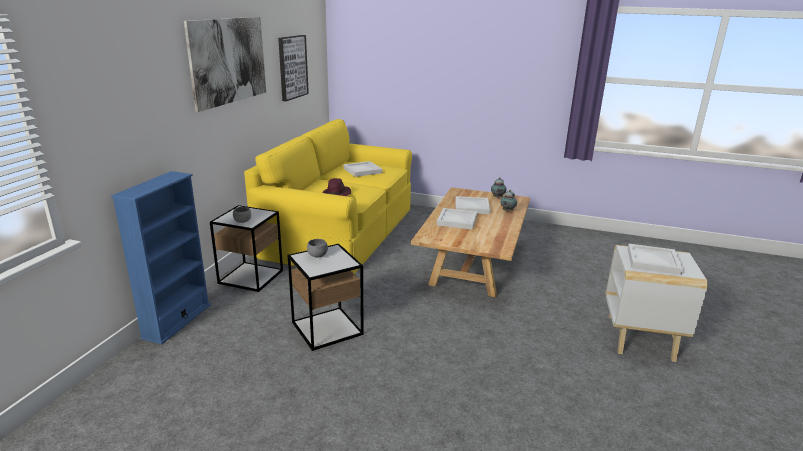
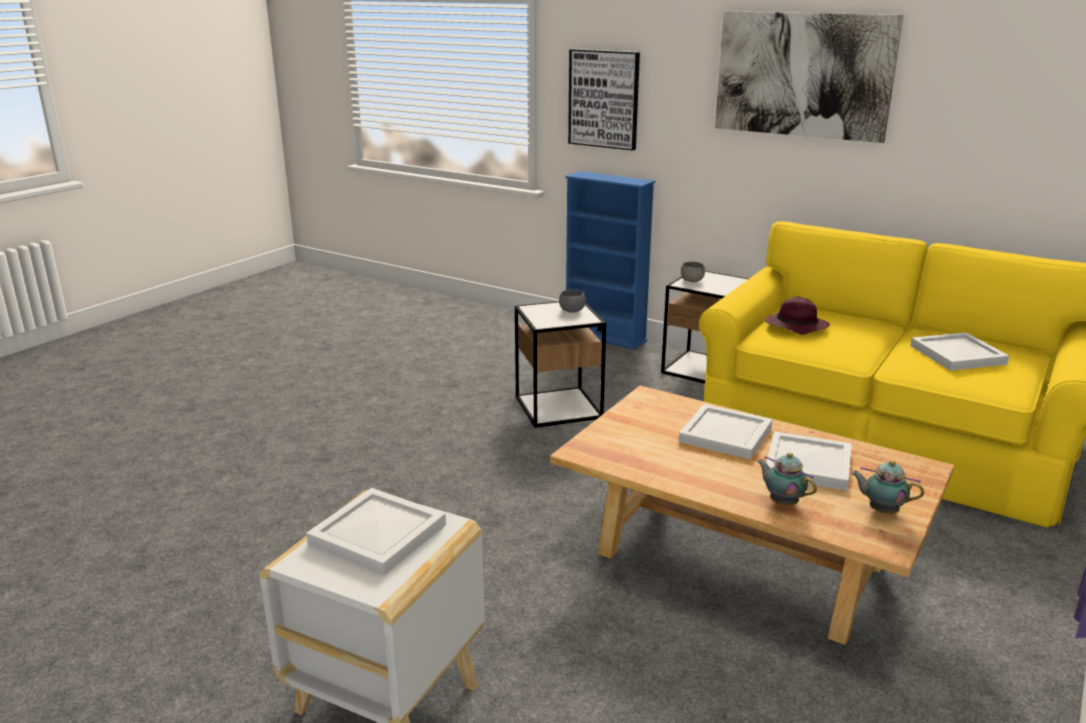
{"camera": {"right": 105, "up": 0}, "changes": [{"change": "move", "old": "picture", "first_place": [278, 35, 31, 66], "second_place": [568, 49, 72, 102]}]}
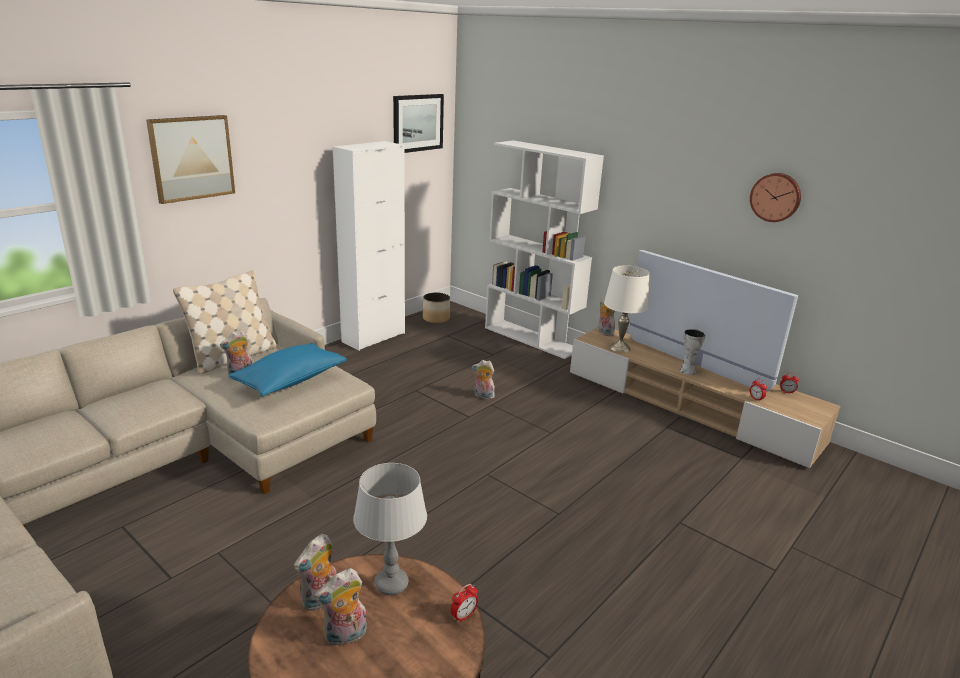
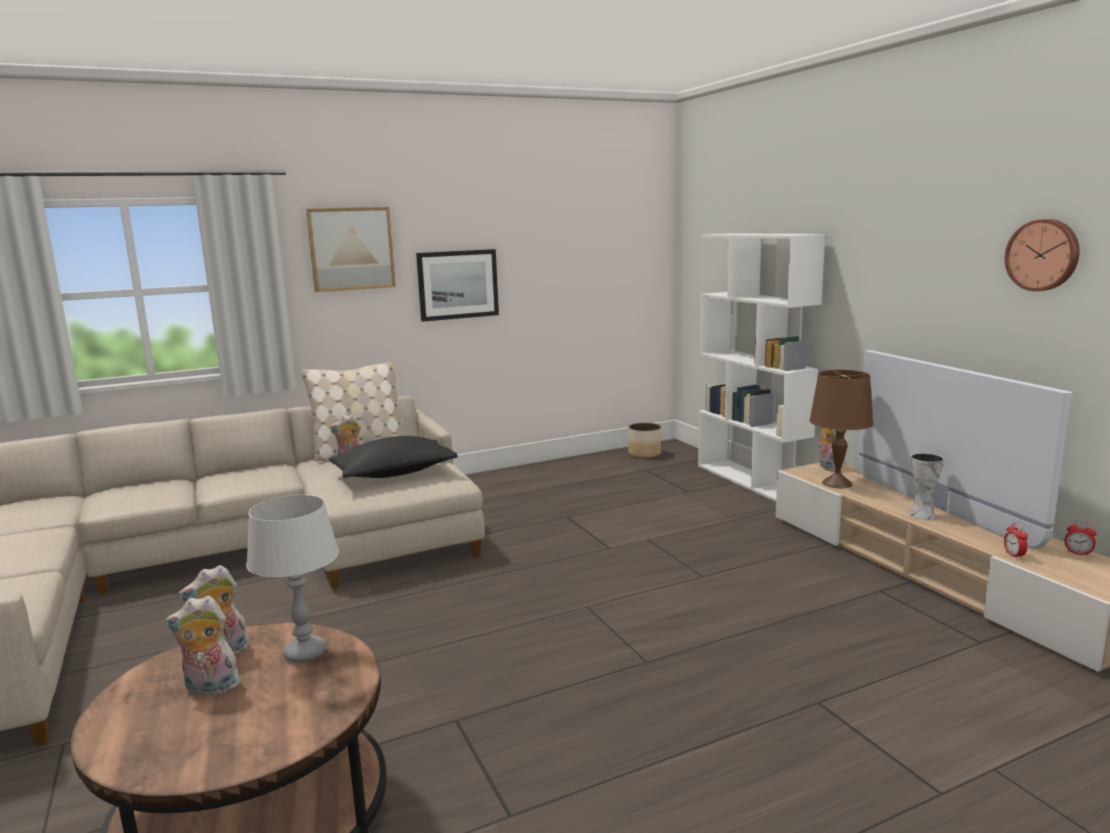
{"camera": {"right": 25, "up": -10}, "changes": [{"change": "recolor", "old": "blue pillow", "new": "black pillow", "first_place": [229, 343, 118, 53], "second_place": [329, 436, 129, 42]}, {"change": "move", "old": "picture", "first_place": [393, 94, 51, 59], "second_place": [416, 249, 83, 73]}, {"change": "recolor", "old": "white table lamp", "new": "brown table lamp", "first_place": [604, 265, 45, 88], "second_place": [809, 370, 64, 118]}, {"change": "delete", "old": "white cabinet", "first_place": [333, 141, 72, 210]}, {"change": "delete", "old": "alarm clock", "first_place": [451, 584, 27, 39]}, {"change": "delete", "old": "plush toy", "first_place": [472, 360, 24, 39]}]}
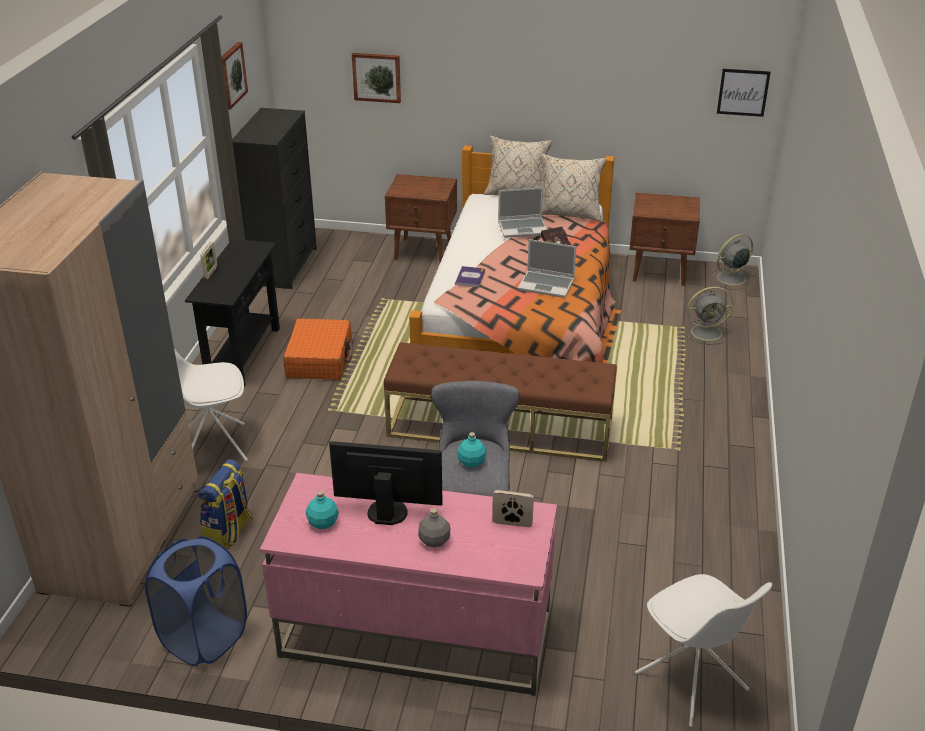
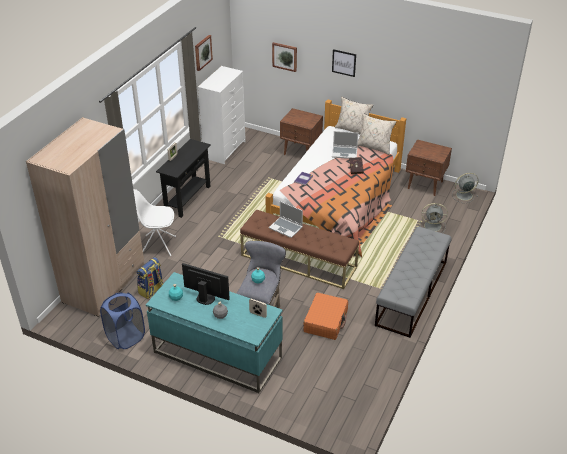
{"camera": {"right": 15, "up": 5}, "changes": [{"change": "recolor", "old": "pink desk", "new": "turquoise desk", "first_place": [260, 473, 297, 223], "second_place": [146, 272, 137, 121]}, {"change": "recolor", "old": "black dresser", "new": "white dresser", "first_place": [232, 108, 85, 181], "second_place": [198, 66, 48, 98]}, {"change": "move", "old": "laptop", "first_place": [518, 239, 58, 59], "second_place": [269, 201, 34, 37]}, {"change": "move", "old": "orange suitcase", "first_place": [283, 318, 69, 62], "second_place": [303, 292, 45, 48]}, {"change": "move", "old": "picture", "first_place": [717, 69, 54, 48], "second_place": [332, 49, 24, 28]}, {"change": "insert", "new": "grey bench", "second_place": [375, 227, 76, 111]}, {"change": "delete", "old": "white chair", "first_place": [635, 574, 137, 153]}]}
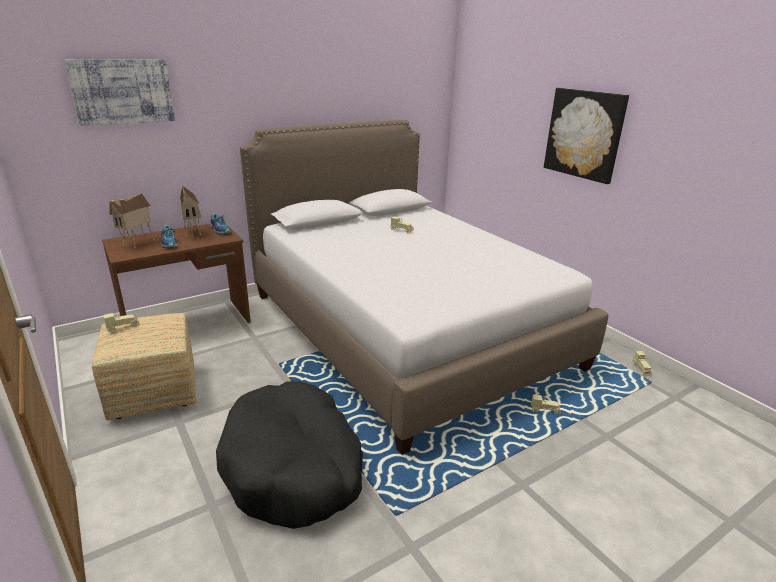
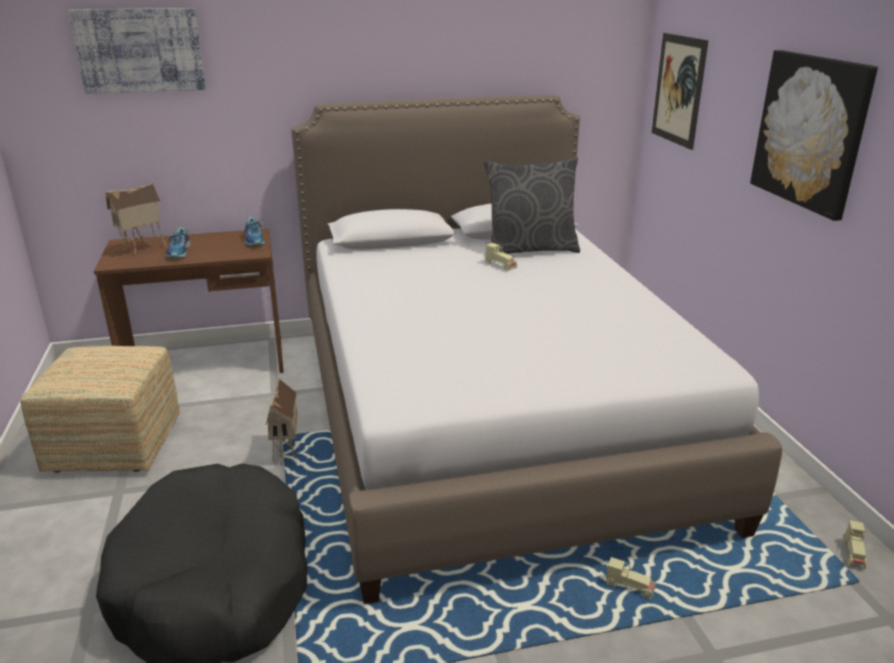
{"camera": {"right": 20, "up": 0}, "changes": [{"change": "move", "old": "toy house", "first_place": [180, 185, 22, 53], "second_place": [266, 378, 32, 87]}, {"change": "insert", "new": "grey pillow", "second_place": [484, 157, 96, 97]}, {"change": "insert", "new": "picture", "second_place": [652, 33, 57, 117]}, {"change": "delete", "old": "beige toy car", "first_place": [103, 313, 36, 19]}]}
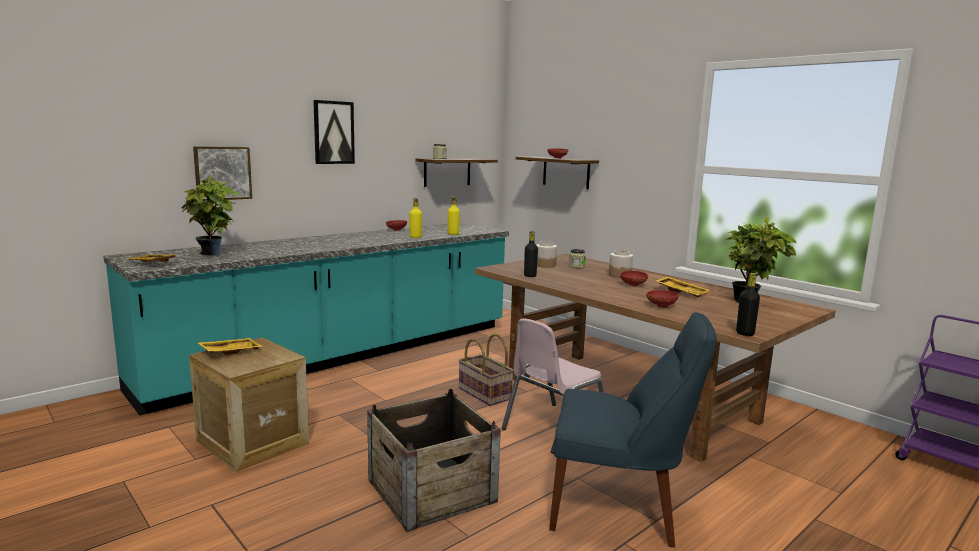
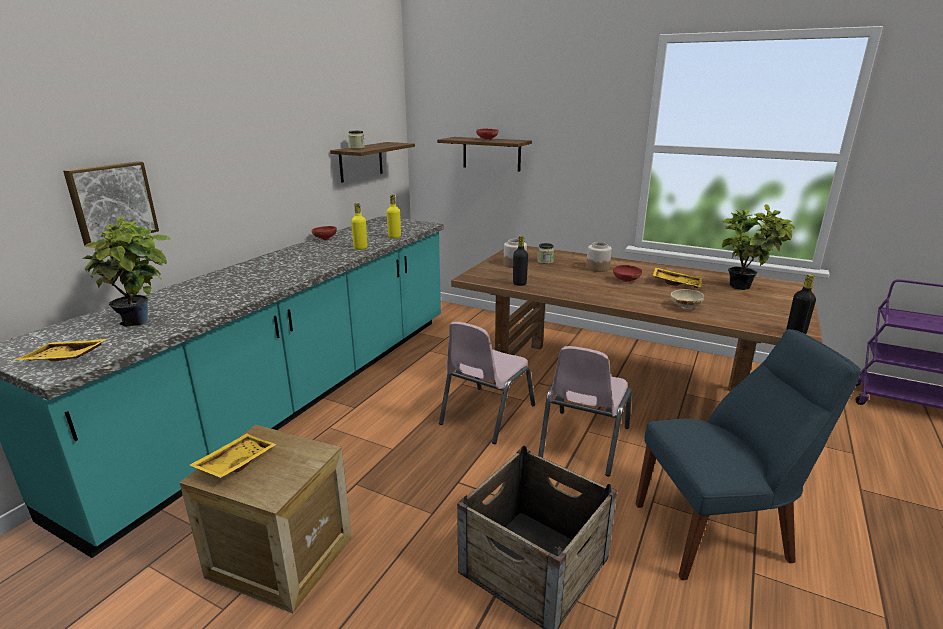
{"camera": {"right": -20, "up": 10}, "changes": [{"change": "replace", "old": "basket", "new": "pink chair", "first_place": [458, 334, 56, 72], "second_place": [439, 322, 96, 122]}, {"change": "recolor", "old": "red bowl", "new": "beige bowl", "first_place": [646, 290, 33, 18], "second_place": [670, 289, 34, 20]}, {"change": "delete", "old": "picture", "first_place": [313, 100, 42, 64]}]}
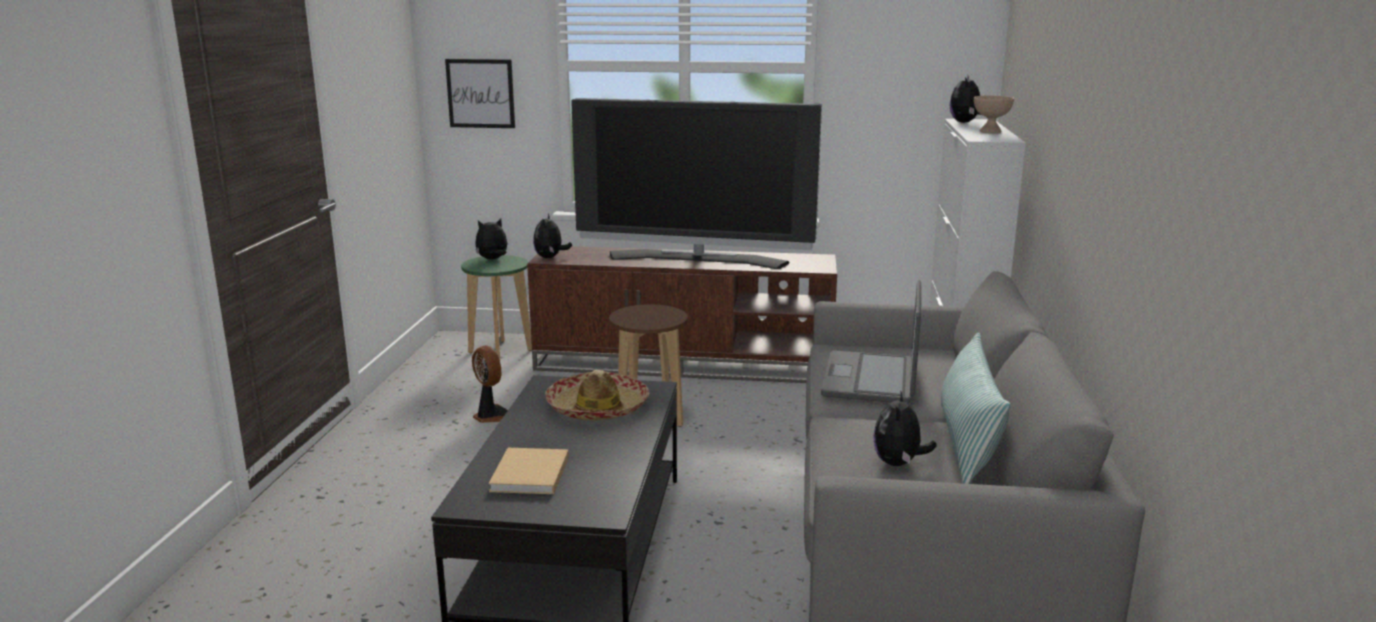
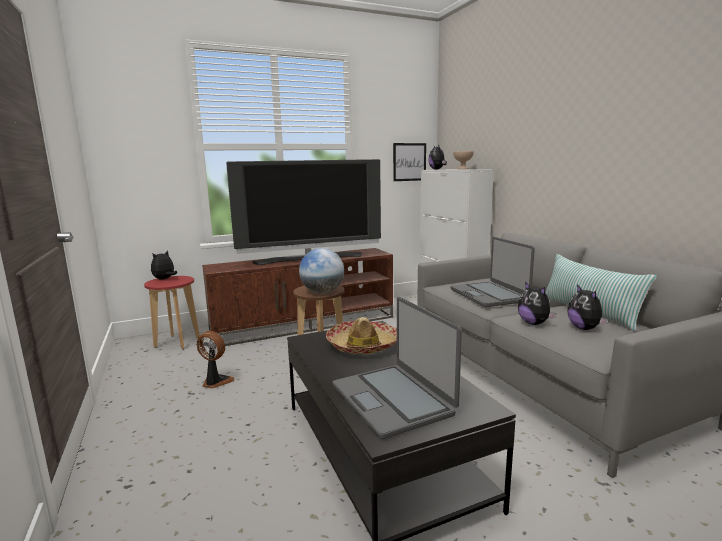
{"camera": {"right": -30, "up": -5}, "changes": [{"change": "recolor", "old": "green stool", "new": "red stool", "first_place": [461, 255, 71, 105], "second_place": [144, 276, 56, 73]}, {"change": "insert", "new": "globe", "second_place": [299, 248, 45, 45]}, {"change": "replace", "old": "beige book", "new": "laptop", "first_place": [488, 448, 81, 46], "second_place": [333, 297, 129, 142]}, {"change": "move", "old": "picture", "first_place": [445, 59, 70, 69], "second_place": [393, 143, 33, 38]}, {"change": "move", "old": "plush toy", "first_place": [533, 214, 39, 44], "second_place": [518, 281, 38, 44]}]}
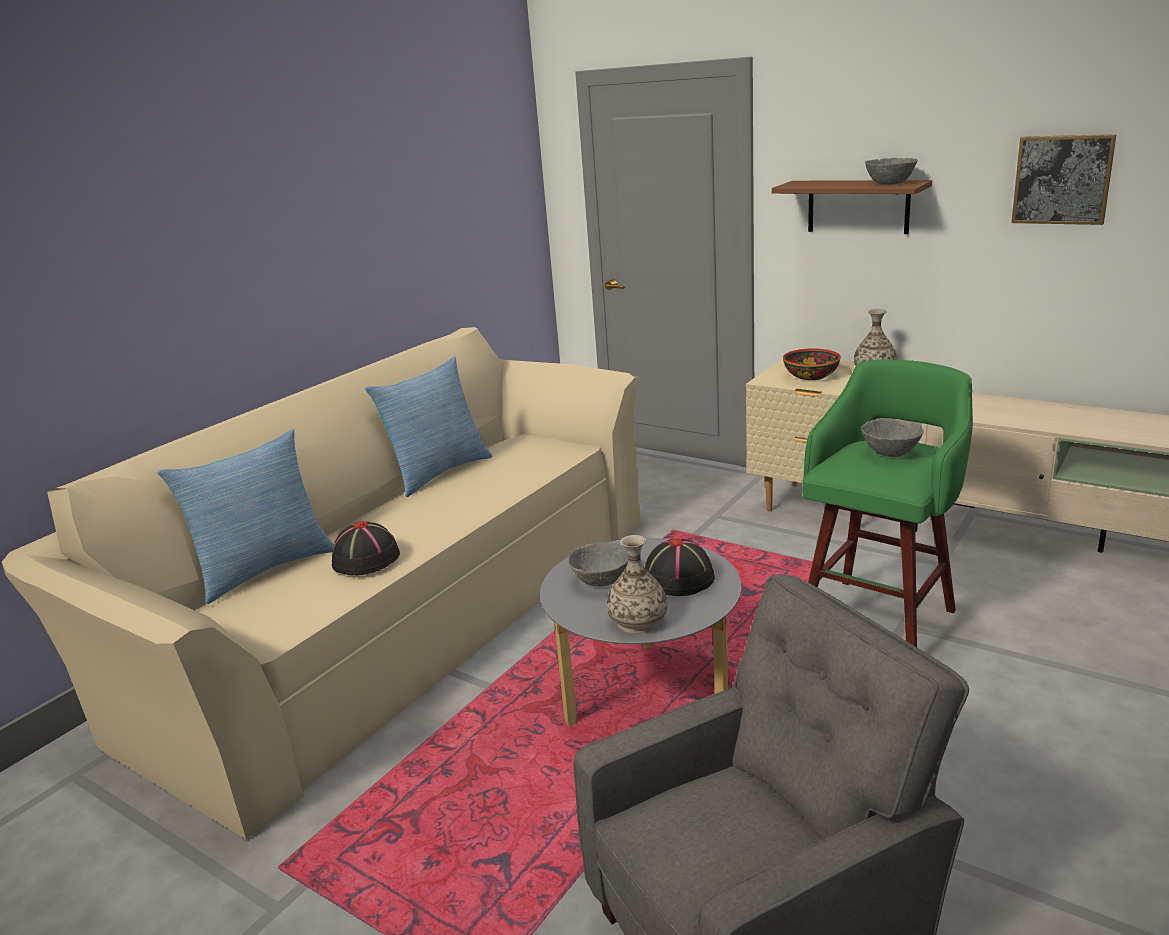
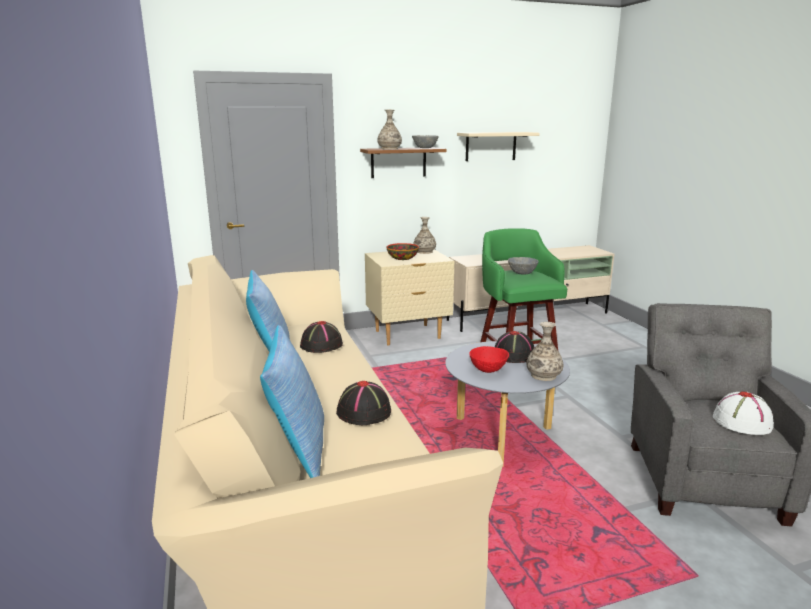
{"camera": {"right": -55, "up": -5}, "changes": [{"change": "insert", "new": "black hat", "second_place": [300, 321, 43, 32]}, {"change": "insert", "new": "vase", "second_place": [377, 110, 25, 39]}, {"change": "replace", "old": "picture", "new": "beige shelf", "first_place": [1011, 134, 106, 91], "second_place": [457, 132, 83, 29]}, {"change": "recolor", "old": "grey bowl", "new": "red bowl", "first_place": [568, 542, 60, 44], "second_place": [469, 346, 40, 27]}, {"change": "insert", "new": "white hat", "second_place": [713, 391, 61, 44]}]}
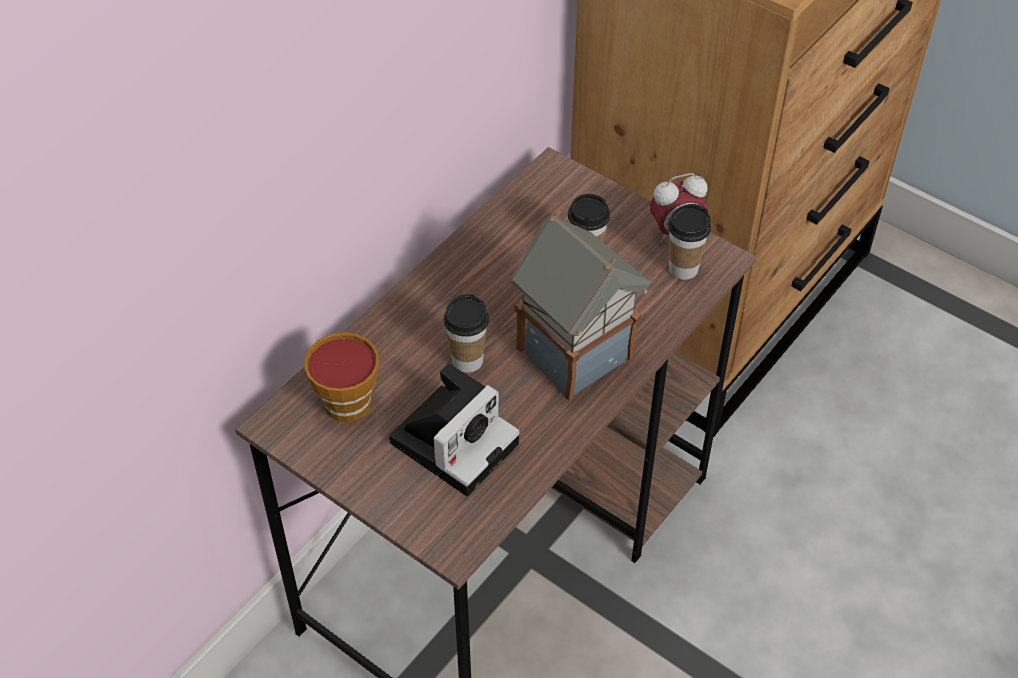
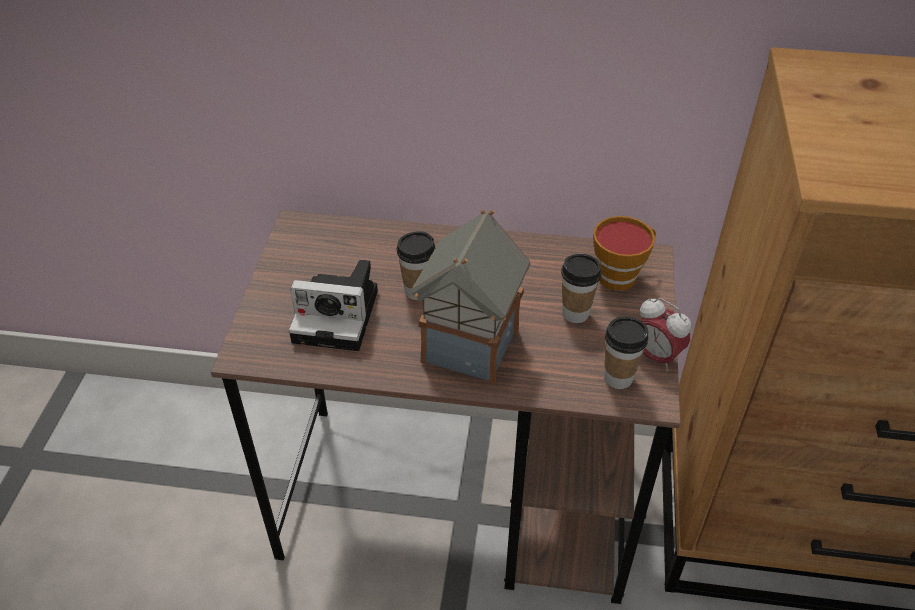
{"camera": {"right": 60, "up": -5}, "changes": [{"change": "move", "old": "cup", "first_place": [304, 331, 75, 91], "second_place": [593, 216, 63, 75]}]}
